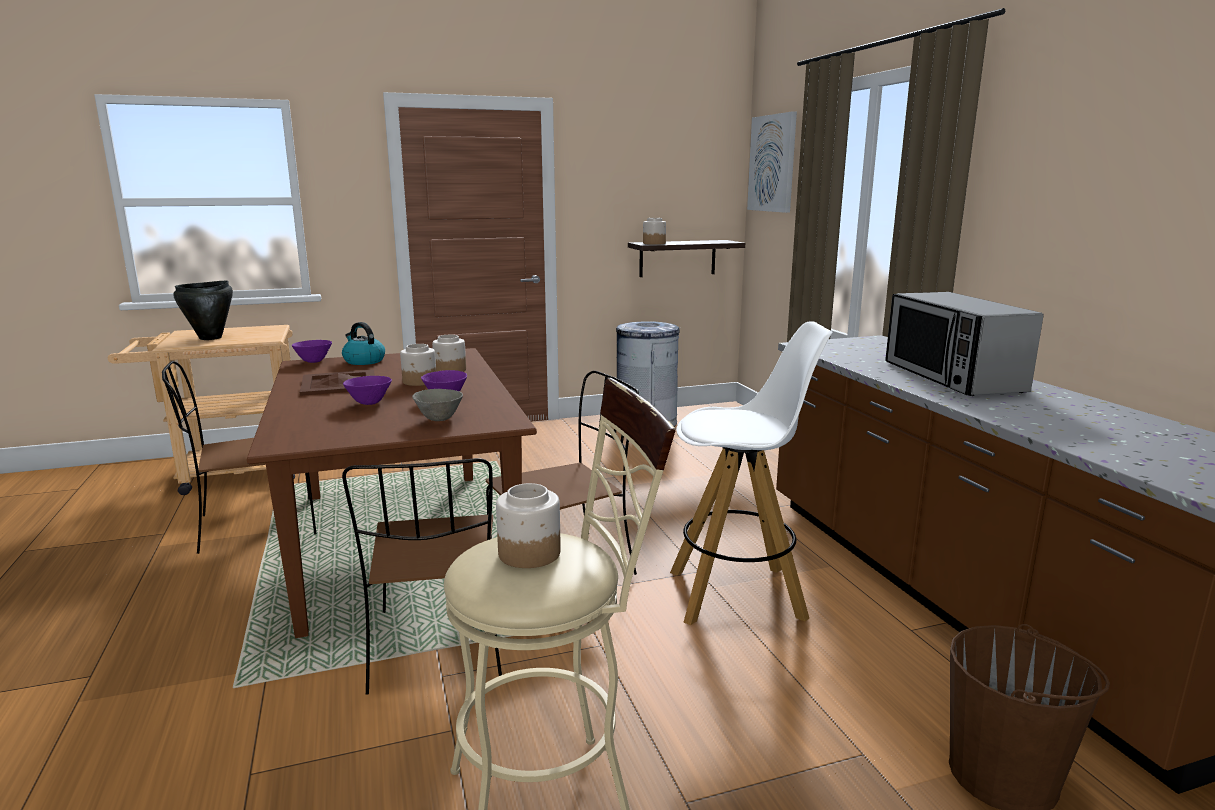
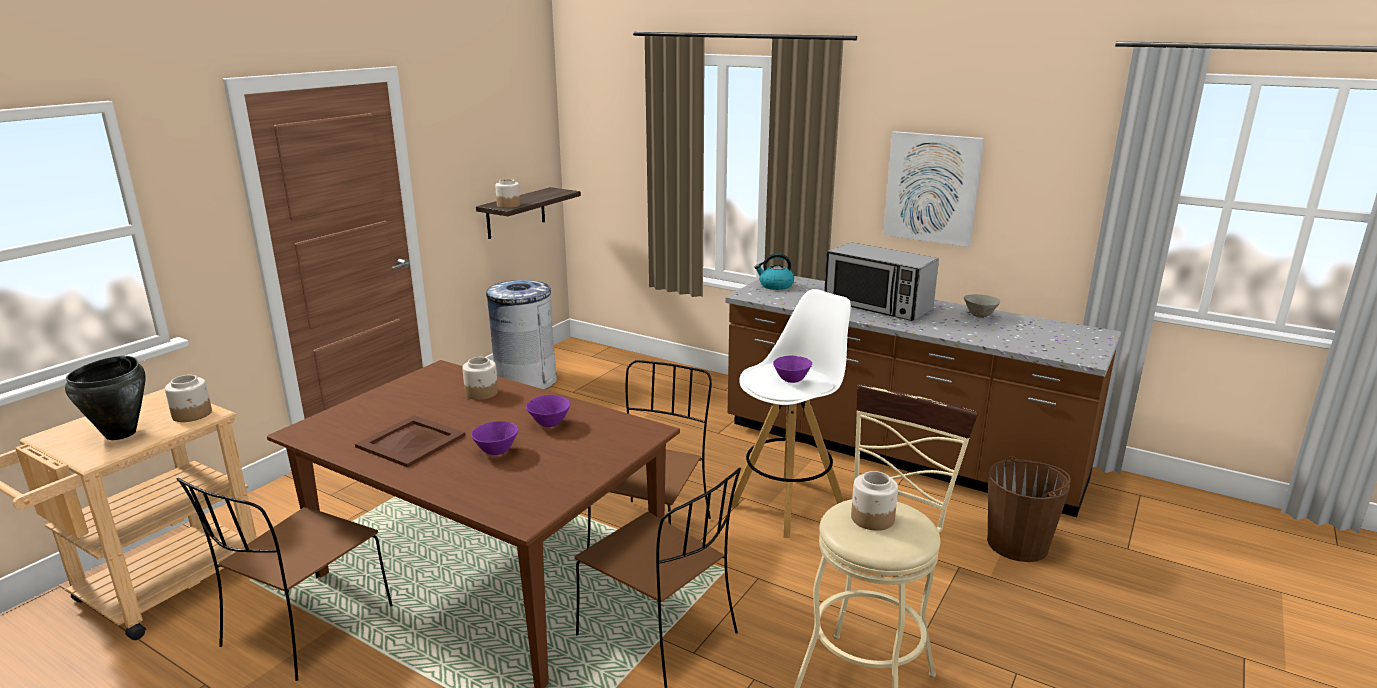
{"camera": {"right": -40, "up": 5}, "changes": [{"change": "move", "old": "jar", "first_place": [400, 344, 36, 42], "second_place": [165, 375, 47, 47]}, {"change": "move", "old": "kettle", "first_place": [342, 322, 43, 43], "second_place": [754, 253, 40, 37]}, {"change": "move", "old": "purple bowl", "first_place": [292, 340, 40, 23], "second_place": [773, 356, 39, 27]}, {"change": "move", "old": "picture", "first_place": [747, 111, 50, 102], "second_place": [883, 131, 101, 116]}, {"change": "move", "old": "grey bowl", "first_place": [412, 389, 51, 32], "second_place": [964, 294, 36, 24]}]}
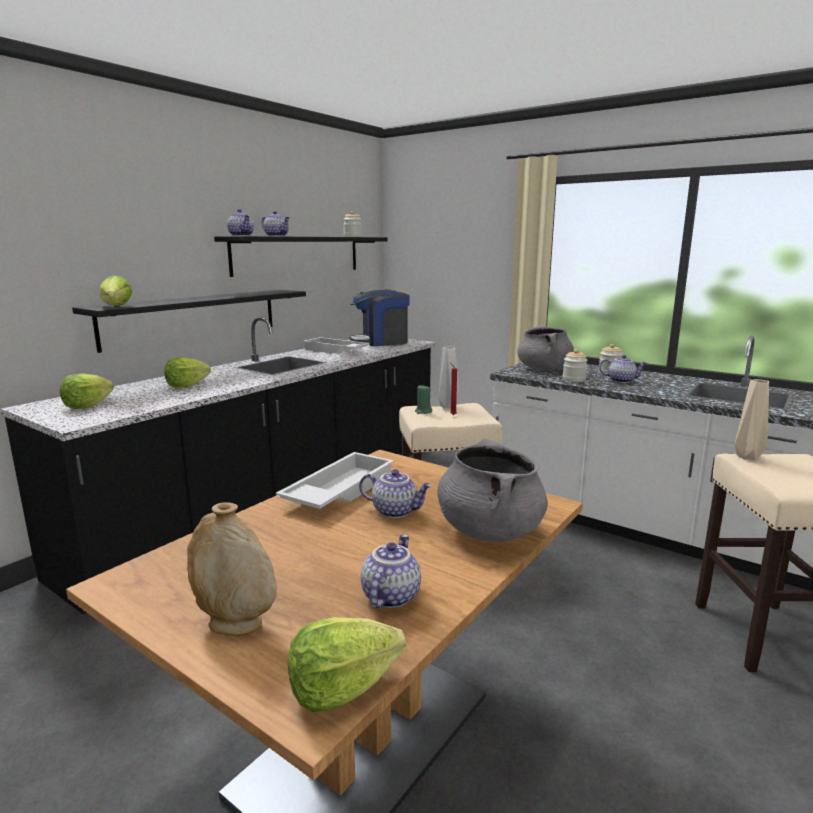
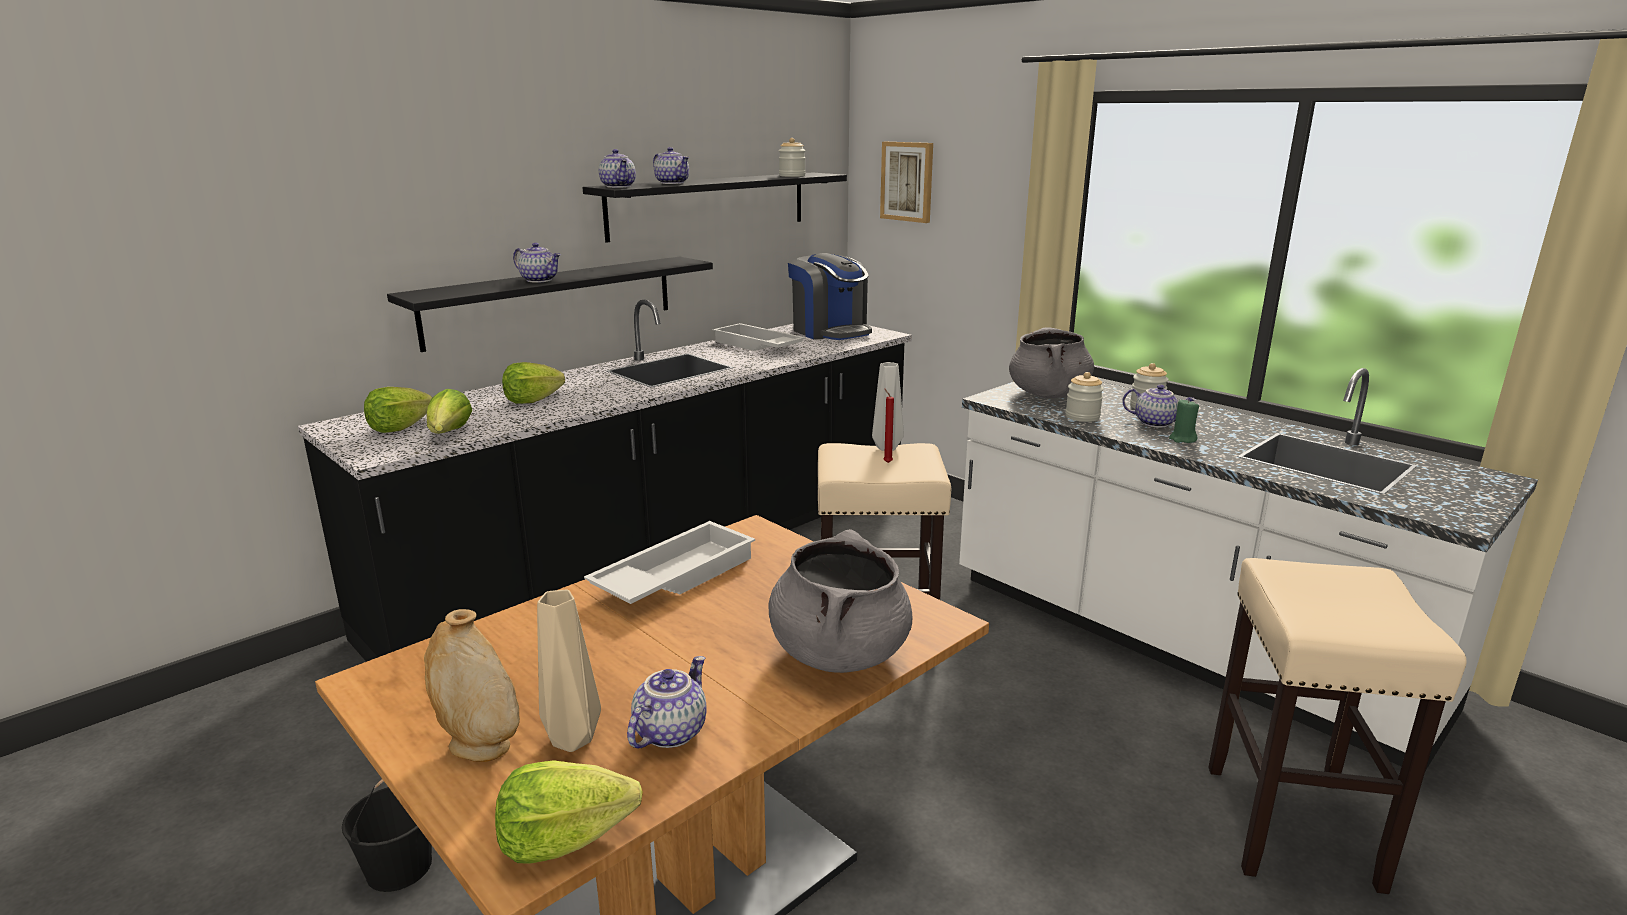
{"camera": {"right": 10, "up": 5}, "changes": [{"change": "insert", "new": "black bucket", "second_place": [342, 779, 90, 113]}, {"change": "move", "old": "lettuce", "first_place": [100, 275, 32, 31], "second_place": [427, 389, 45, 45]}, {"change": "move", "old": "teapot", "first_place": [359, 469, 73, 49], "second_place": [513, 243, 48, 39]}, {"change": "move", "old": "beige vase", "first_place": [735, 379, 34, 81], "second_place": [537, 590, 64, 162]}, {"change": "rotate", "old": "coffee machine", "first_place": [349, 289, 60, 57], "second_place": [788, 253, 84, 87], "degrees": -120}, {"change": "insert", "new": "picture", "second_place": [880, 142, 53, 81]}, {"change": "move", "old": "green candle", "first_place": [415, 385, 17, 29], "second_place": [1169, 400, 30, 43]}]}
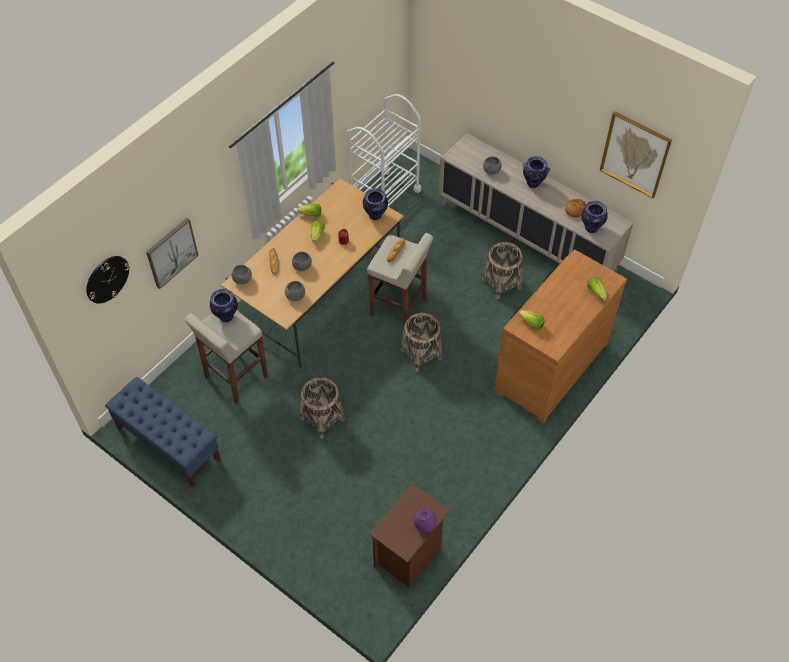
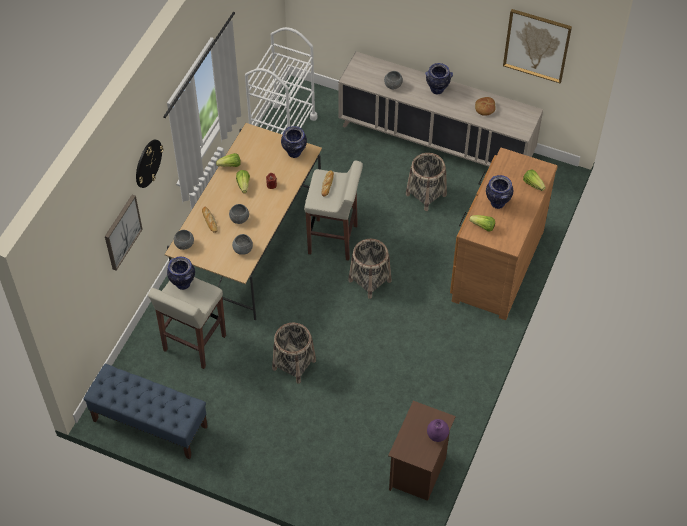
{"camera": {"right": -15, "up": 0}, "changes": [{"change": "move", "old": "wall clock", "first_place": [86, 256, 44, 48], "second_place": [136, 139, 27, 49]}, {"change": "move", "old": "vase", "first_place": [581, 201, 27, 32], "second_place": [486, 175, 27, 34]}]}
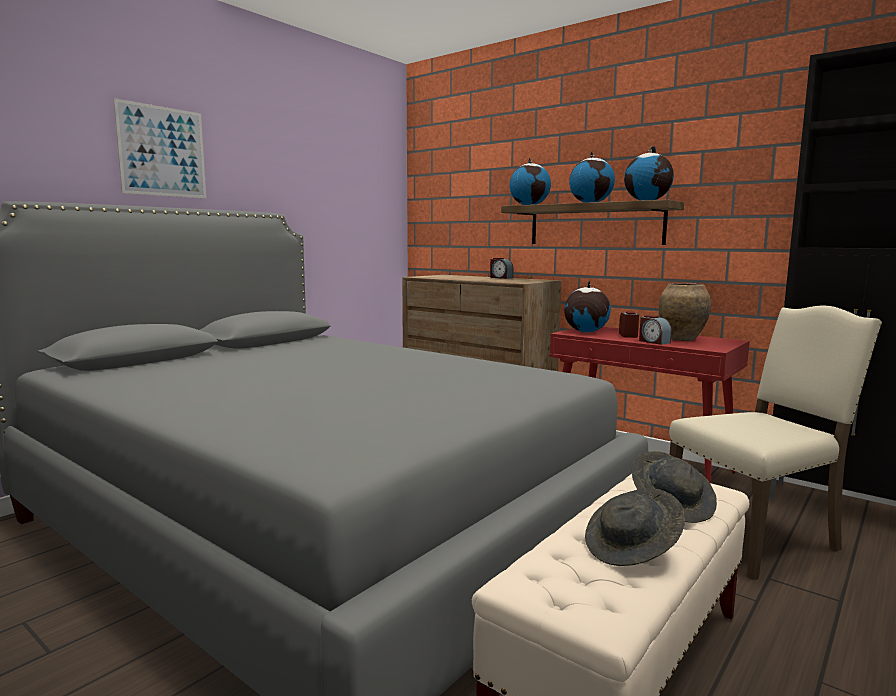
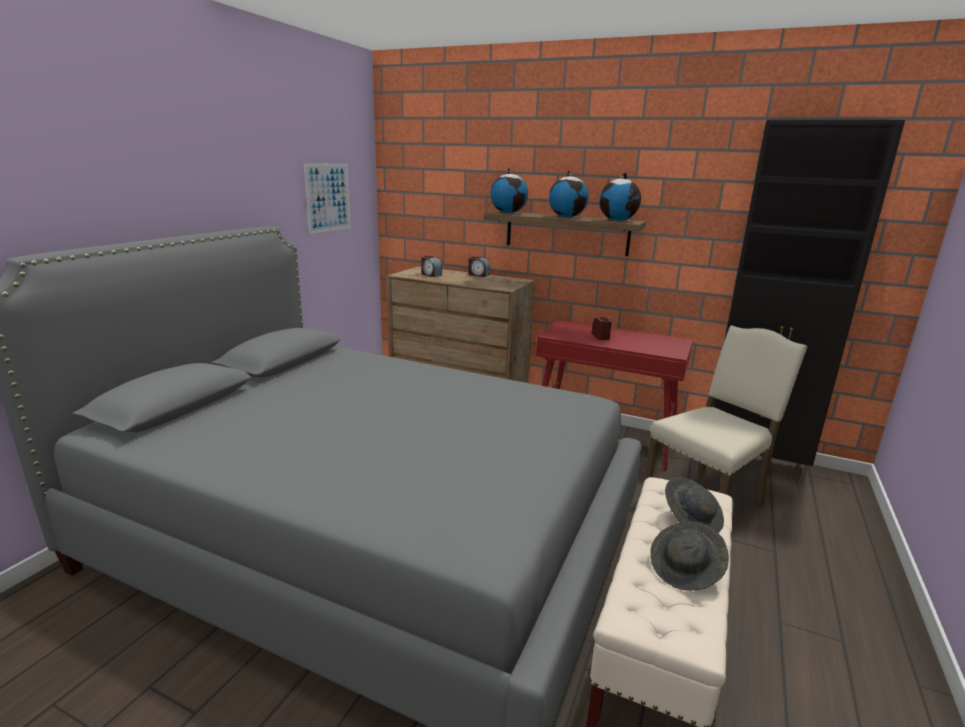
{"camera": {"right": -15, "up": 10}, "changes": [{"change": "move", "old": "picture", "first_place": [114, 98, 92, 100], "second_place": [304, 163, 47, 71]}, {"change": "move", "old": "alarm clock", "first_place": [639, 315, 33, 30], "second_place": [421, 256, 21, 21]}, {"change": "delete", "old": "globe", "first_place": [564, 281, 47, 52]}, {"change": "delete", "old": "brown vase", "first_place": [659, 283, 52, 58]}]}
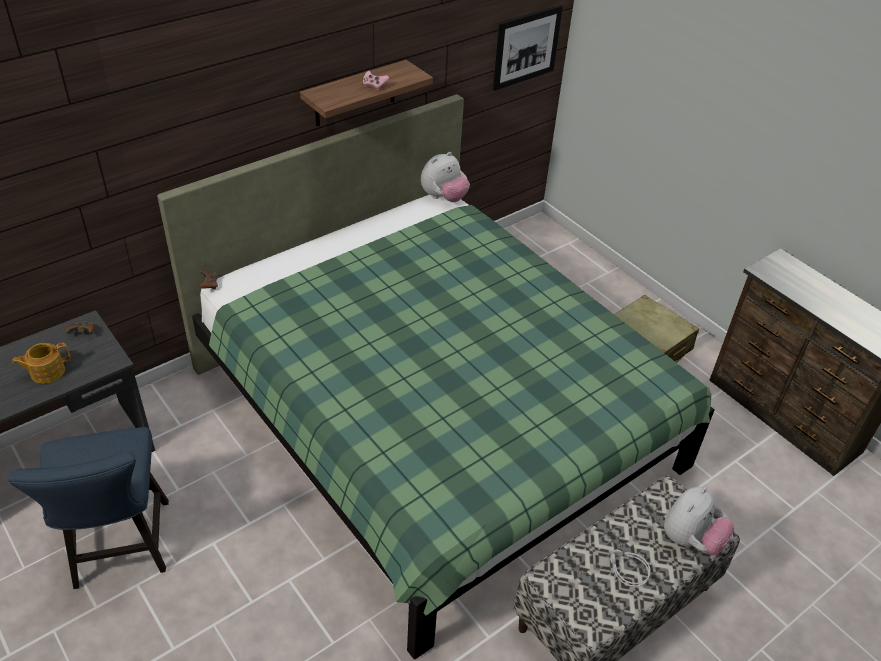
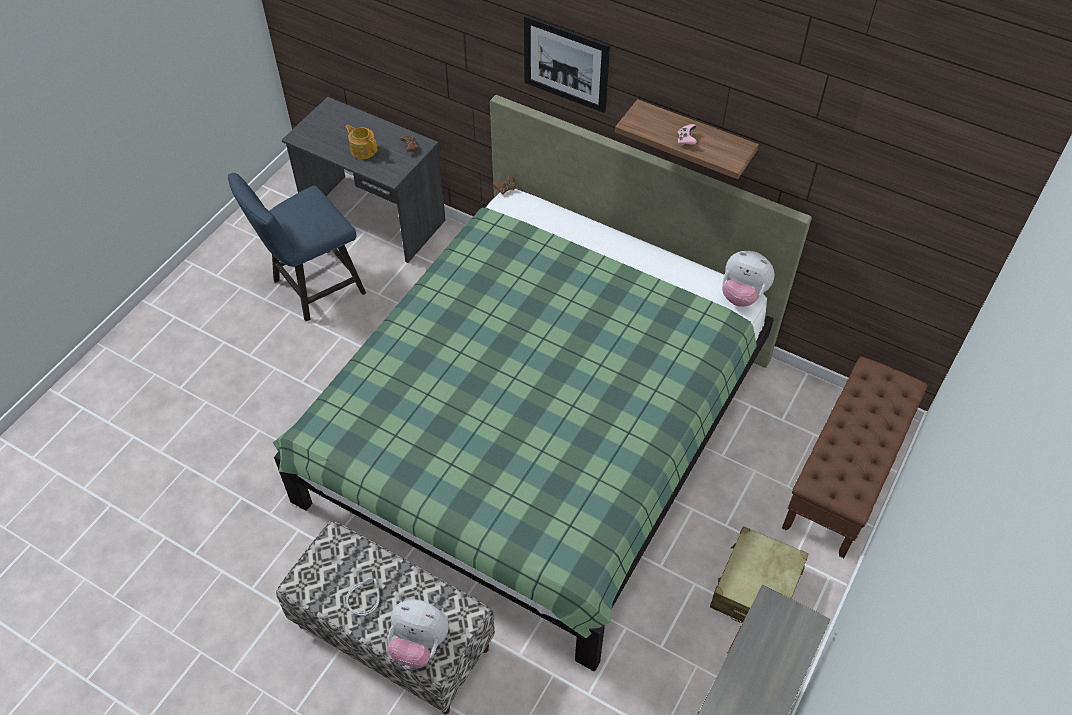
{"camera": {"right": 70, "up": 10}, "changes": [{"change": "move", "old": "picture", "first_place": [493, 5, 70, 86], "second_place": [524, 15, 86, 98]}, {"change": "insert", "new": "brown bench", "second_place": [782, 356, 145, 202]}]}
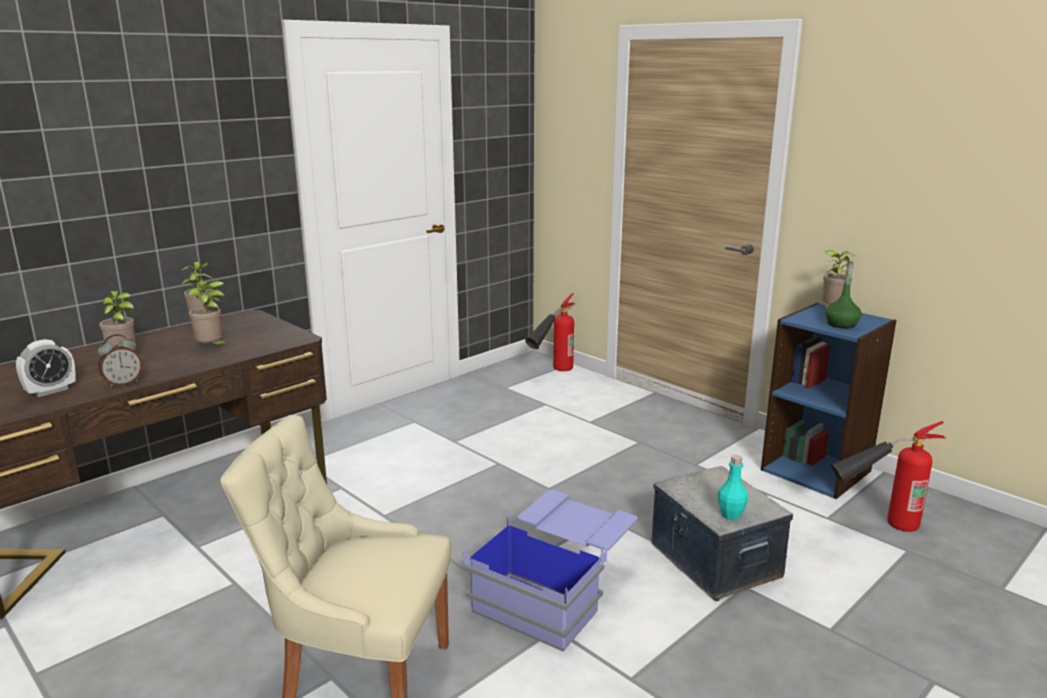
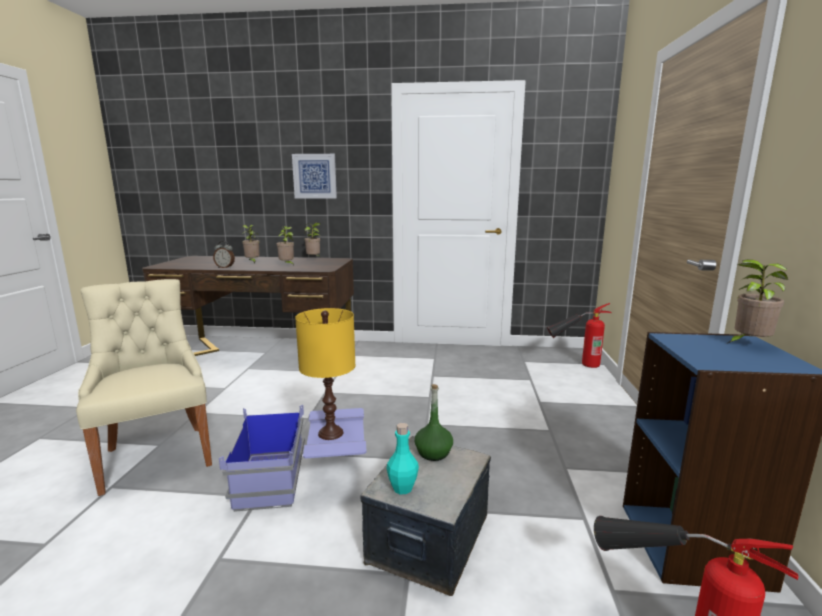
{"camera": {"right": 50, "up": -5}, "changes": [{"change": "insert", "new": "picture", "second_place": [292, 154, 45, 45]}, {"change": "insert", "new": "yellow table lamp", "second_place": [295, 308, 60, 132]}, {"change": "move", "old": "green bottle", "first_place": [825, 261, 37, 68], "second_place": [415, 384, 38, 77]}, {"change": "delete", "old": "alarm clock", "first_place": [16, 339, 60, 58]}]}
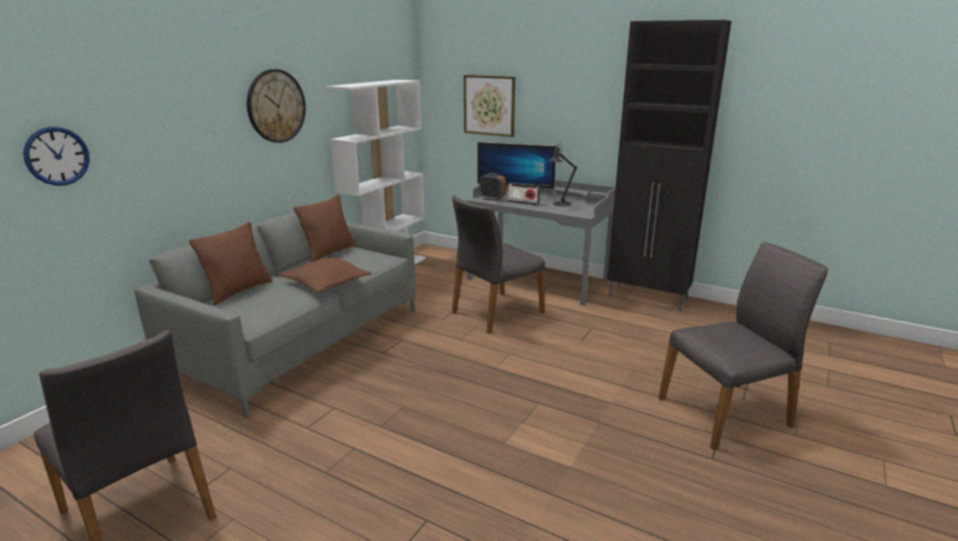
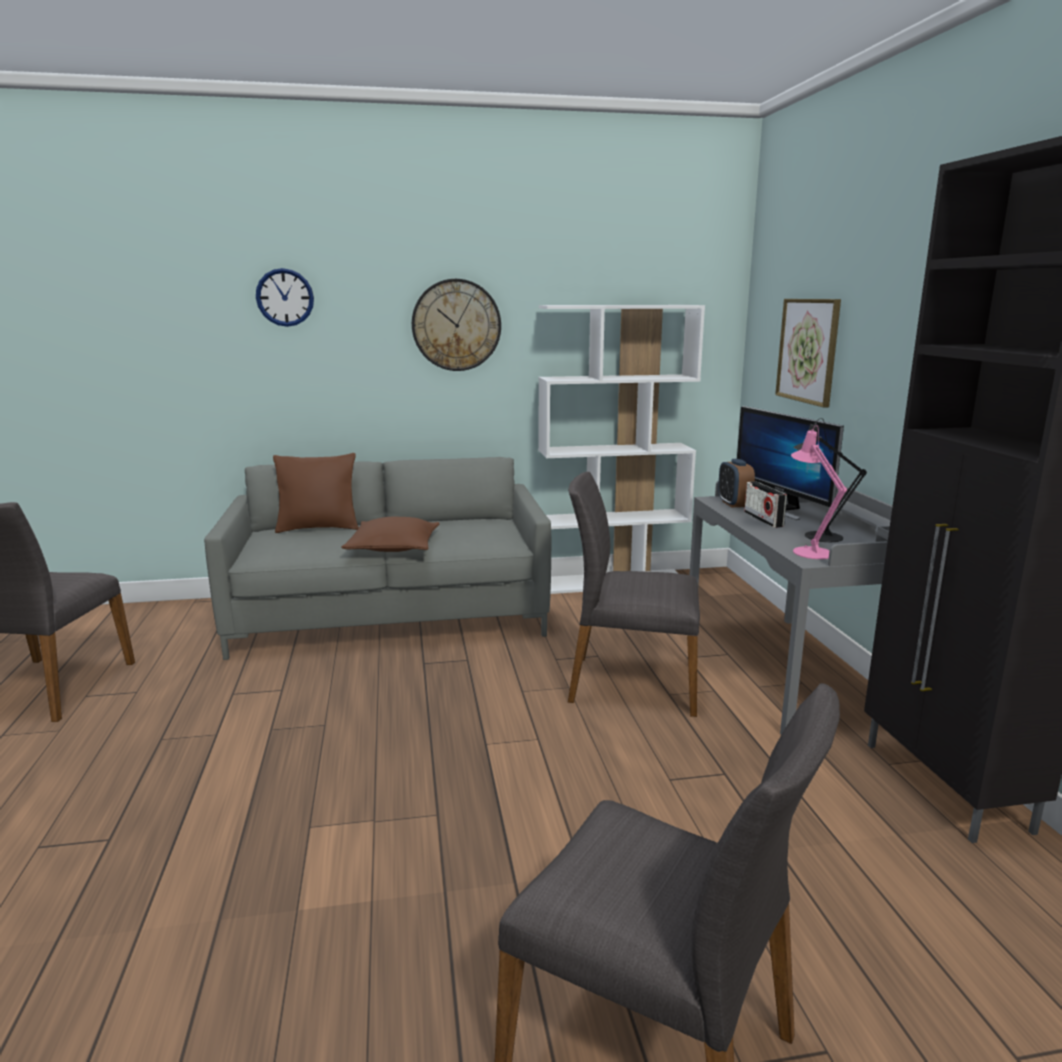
{"camera": {"right": 50, "up": -5}, "changes": [{"change": "move", "old": "wall clock", "first_place": [23, 127, 67, 59], "second_place": [256, 268, 58, 59]}, {"change": "insert", "new": "pink table lamp", "second_place": [791, 425, 56, 134]}, {"change": "delete", "old": "brown pillow", "first_place": [294, 195, 62, 67]}]}
